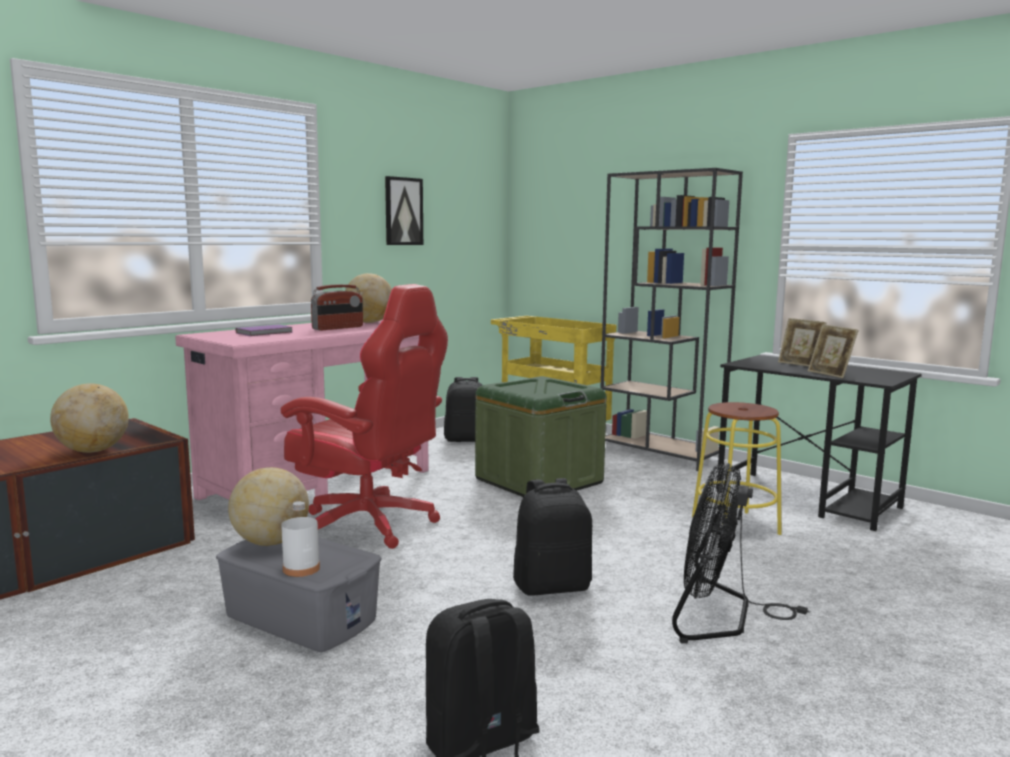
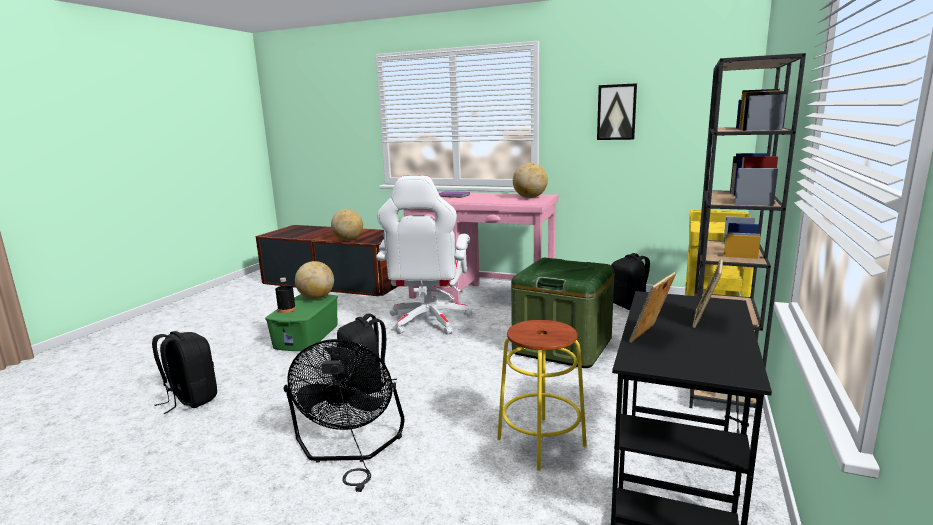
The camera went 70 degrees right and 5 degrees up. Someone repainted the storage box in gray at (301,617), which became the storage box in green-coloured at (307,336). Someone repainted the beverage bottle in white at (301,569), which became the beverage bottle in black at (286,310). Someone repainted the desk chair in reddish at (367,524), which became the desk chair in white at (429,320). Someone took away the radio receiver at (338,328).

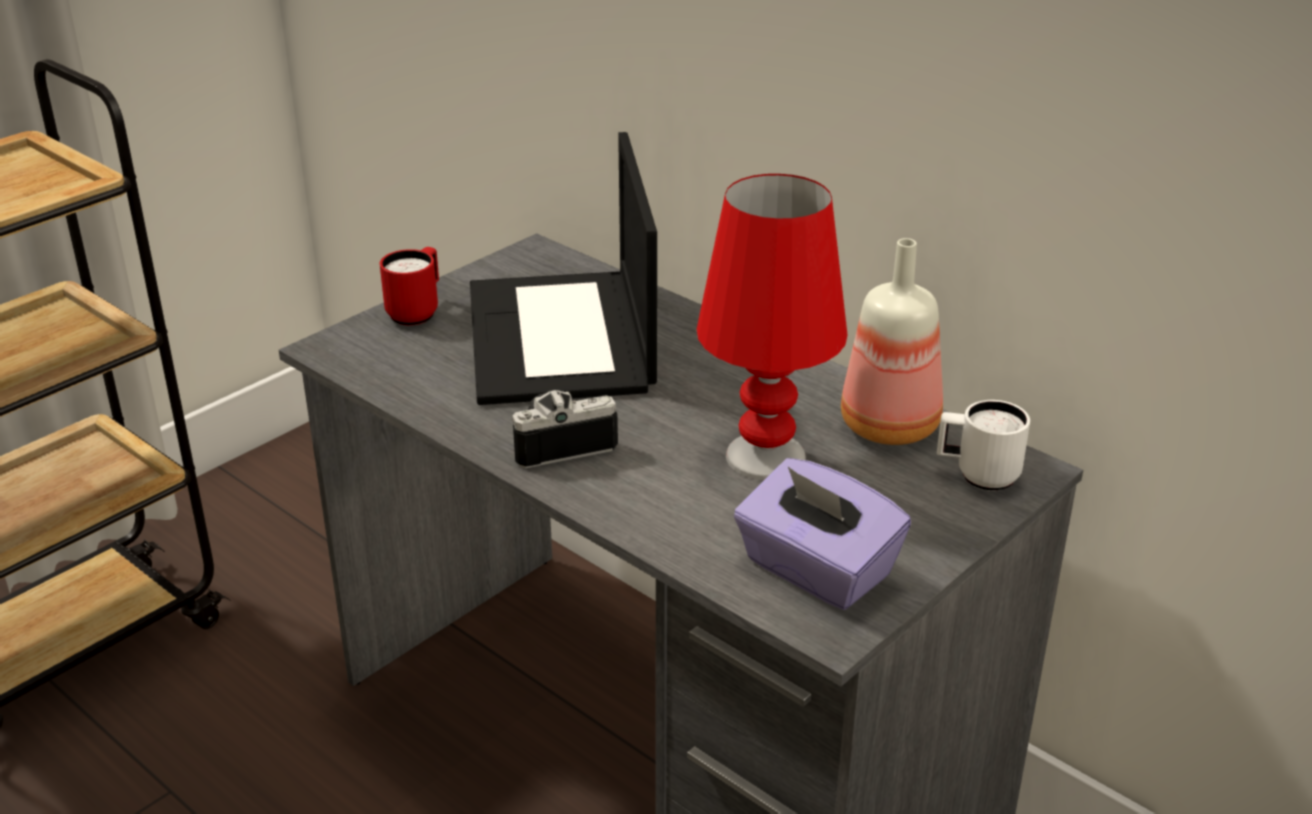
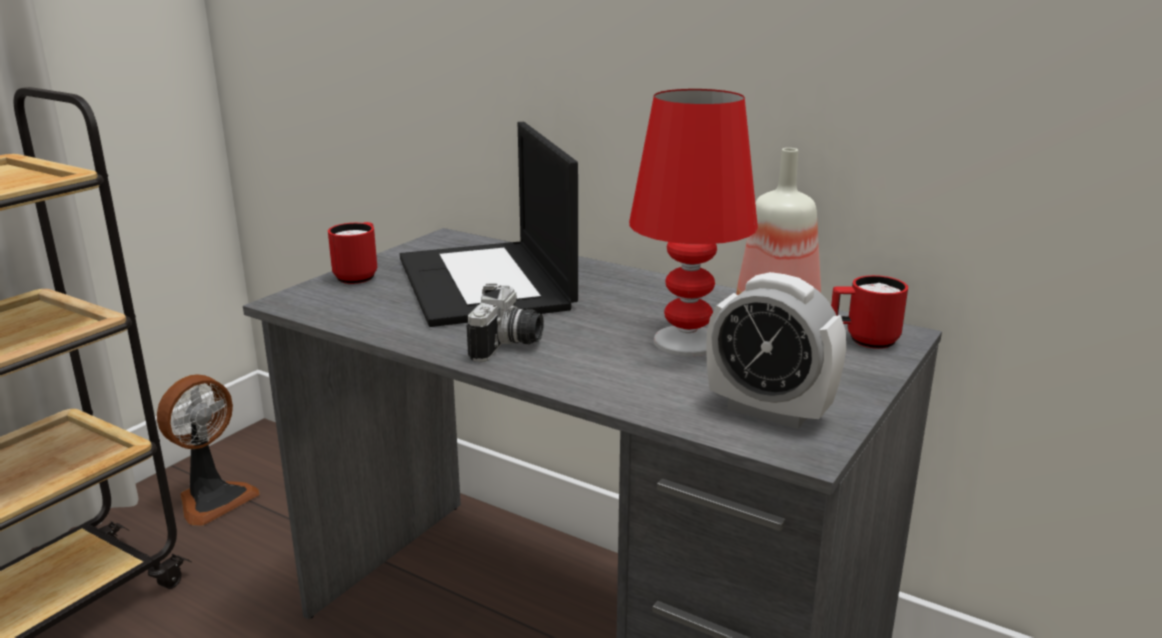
The camera went 10 degrees left and 10 degrees down. Someone put down the electric fan at (213,499). Someone rotated the still camera at (560,443) by 135 degrees clockwise. Someone swapped the box of tissues in purple-coloured at (816,571) for the alarm clock at (769,411). Someone repainted the tea mug in white at (977,476), which became the tea mug in reddish at (863,340).

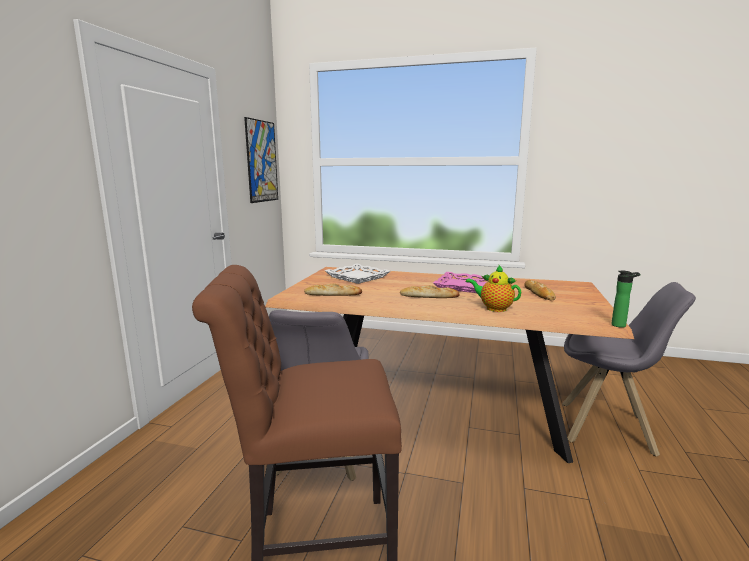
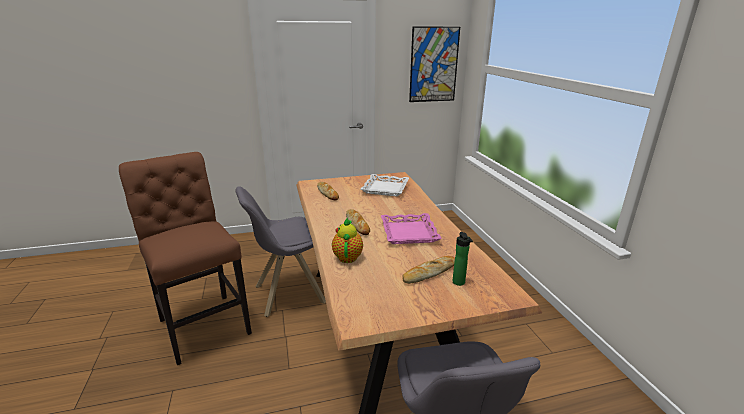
The camera went 60 degrees right and 10 degrees up. Someone carried the beverage bottle from (621,325) to (459,283).

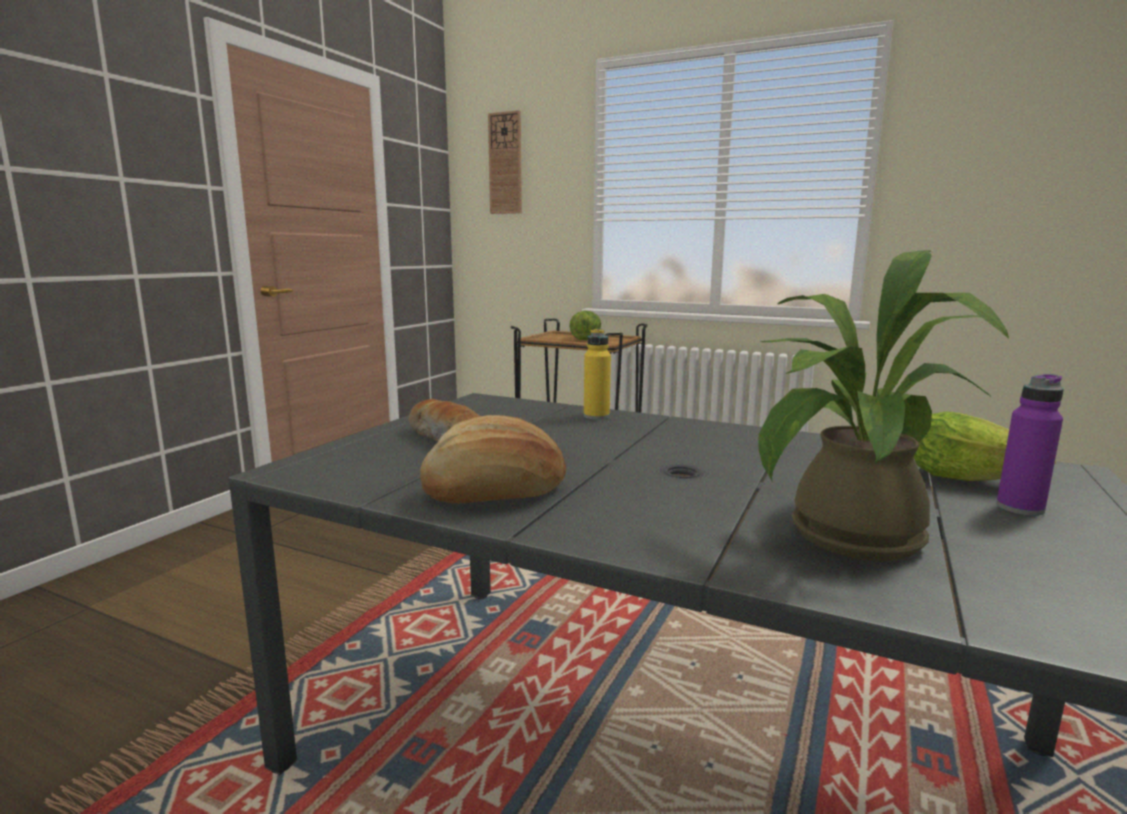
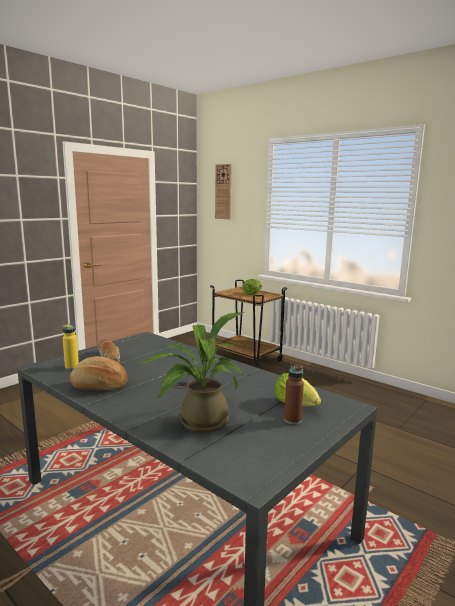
The camera went 15 degrees right and 0 degrees up. Someone carried the beverage bottle in yellow from (596,416) to (72,367). Someone repainted the beverage bottle in purple-coloured at (1020,508), which became the beverage bottle in brownish at (292,420).

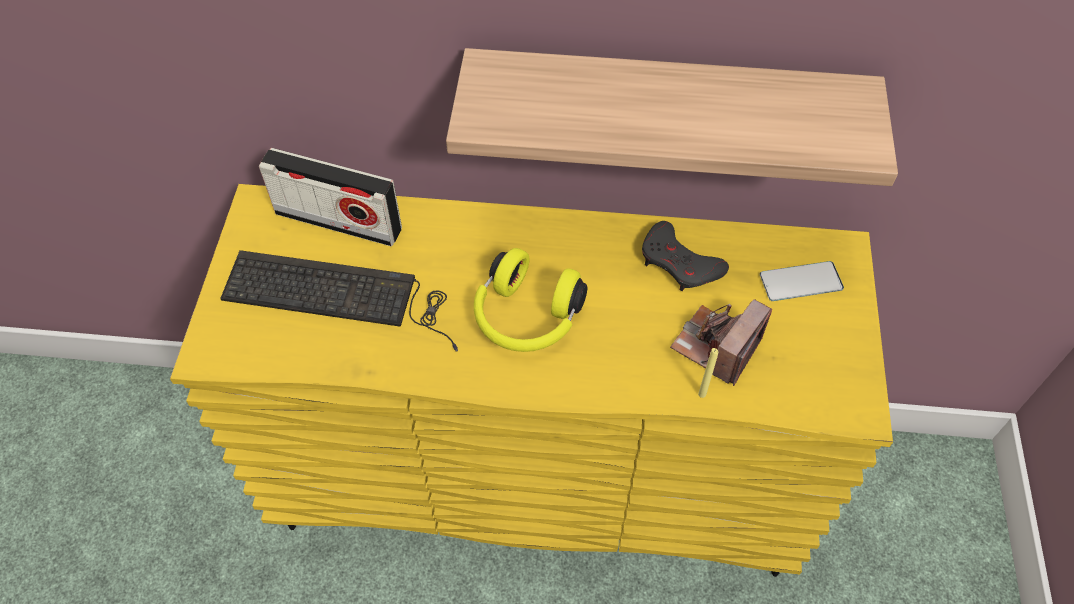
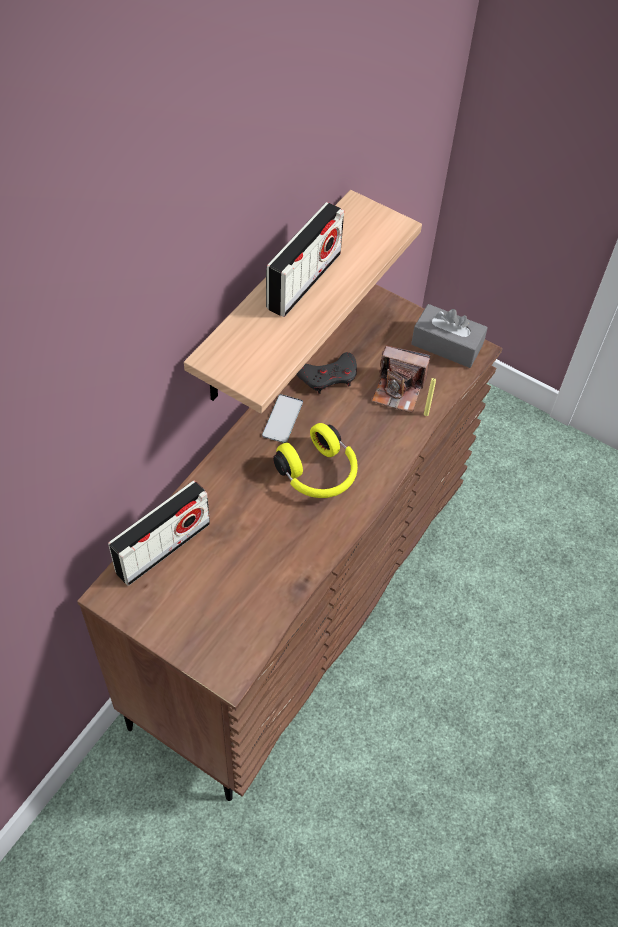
The camera went 65 degrees left and 0 degrees up. Someone repainted the drawer chest in yellow at (538,486), which became the drawer chest in brownish at (298,611). Someone carried the handset from (801,281) to (282,419). Someone put down the radio receiver at (304,281). Someone rotated the still camera at (717,346) by 45 degrees counterclockwise. Someone put down the box of tissues in gray at (446,345). Someone took away the keyboard at (341,296).

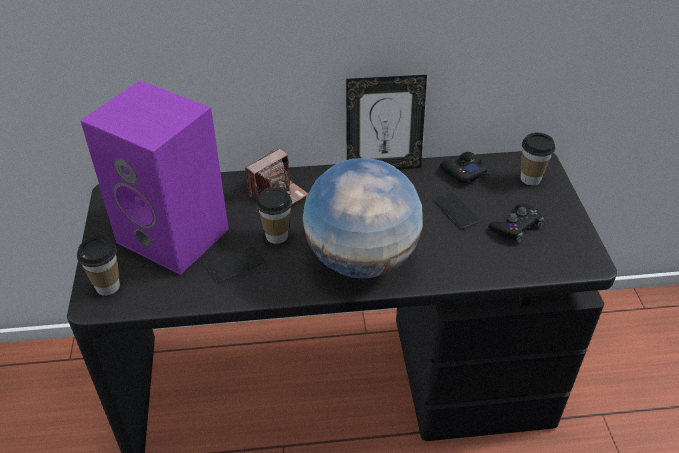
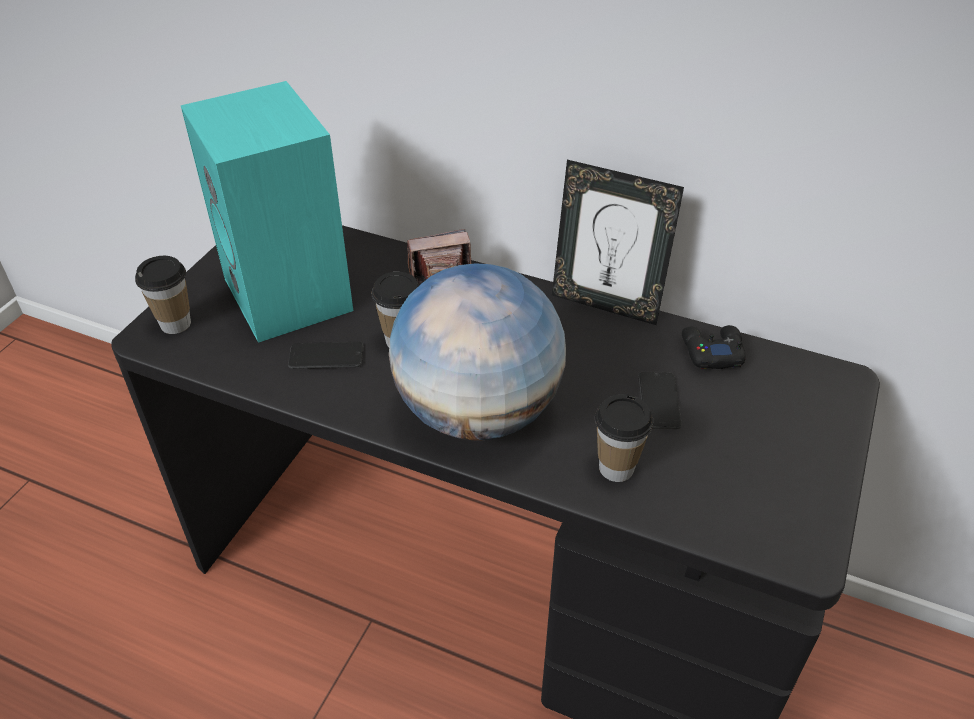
The camera went 30 degrees right and 0 degrees up. Someone repainted the loudspeaker in purple-coloured at (176,235), which became the loudspeaker in blue-green at (291,295). Someone carried the small cup from (530,179) to (616,468). Someone took away the joypad in black at (516,226).

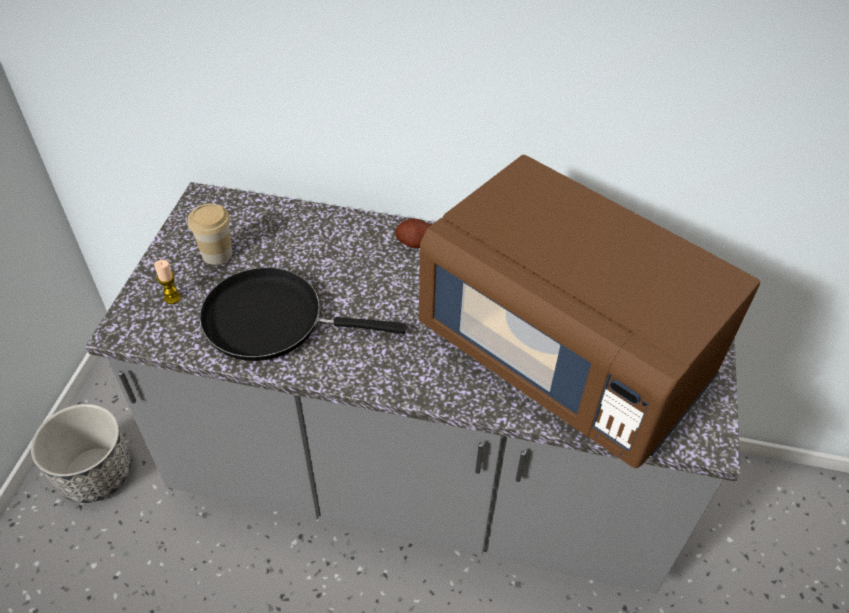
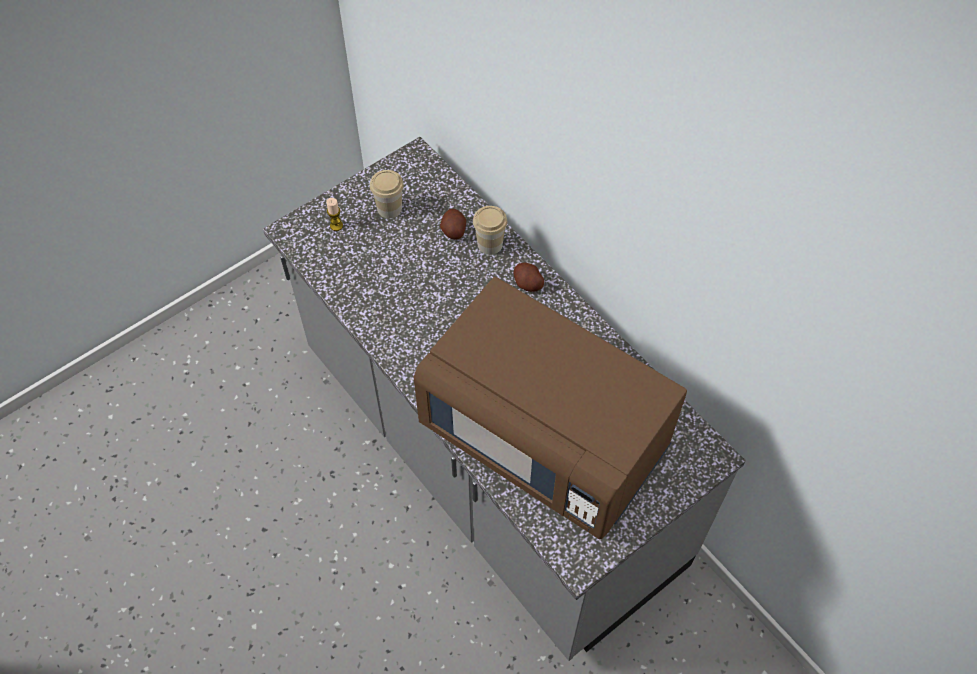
The camera went 40 degrees right and 10 degrees up. Someone rotated the microwave in brownish at (565,356) by 45 degrees counterclockwise. Someone put down the spud at (453,230). Someone put down the small cup at (490,244). Someone took away the planter at (96,473). Someone took away the skillet in black at (272,320).

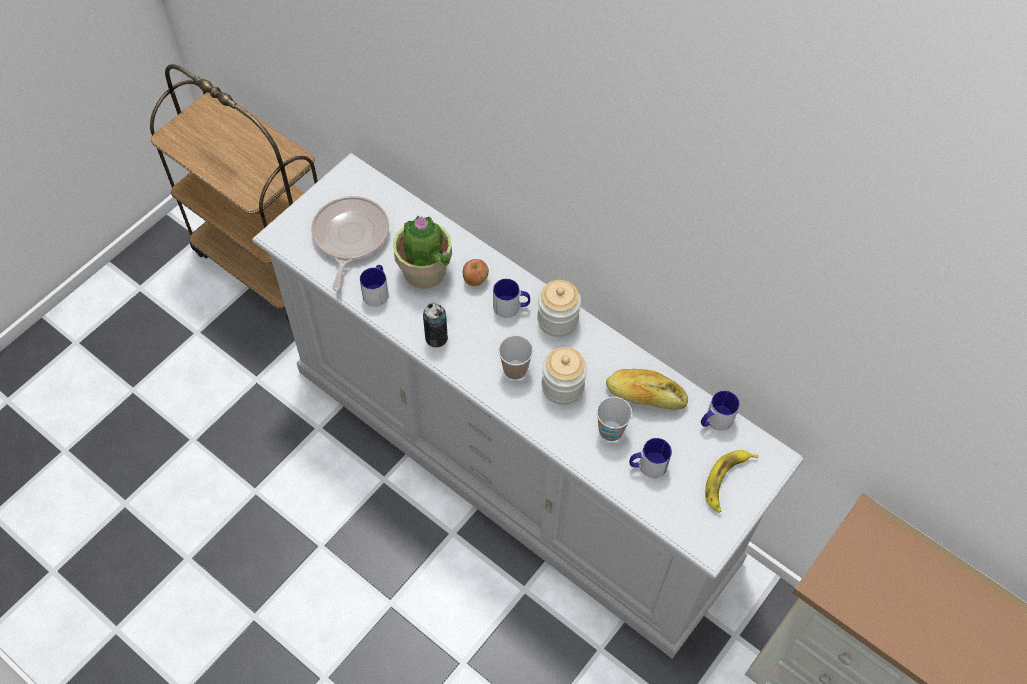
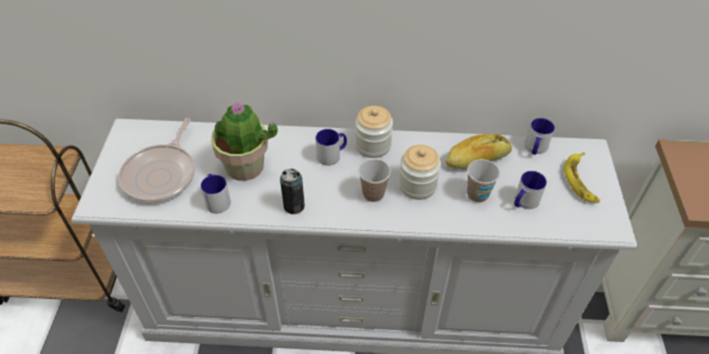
The camera went 35 degrees left and 10 degrees down. Someone rotated the skillet at (349,238) by 135 degrees counterclockwise. Someone took away the whole apple at (475,280).

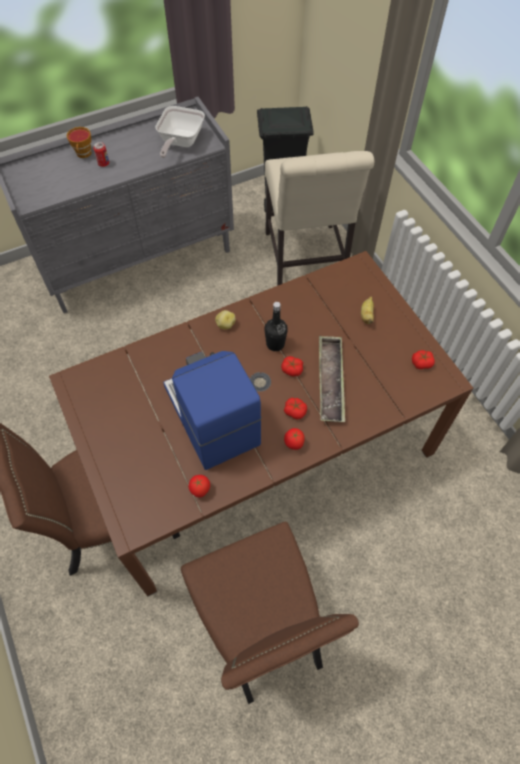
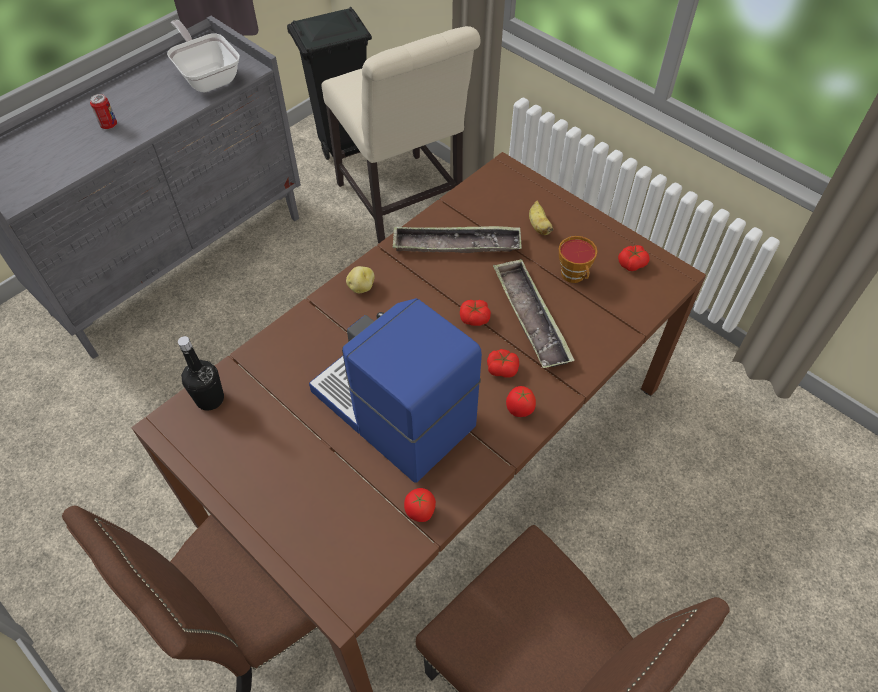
The camera went 20 degrees left and 5 degrees down. Someone rotated the skillet at (180,143) by 150 degrees clockwise. Someone carried the beverage bottle in black from (275,344) to (210,399). Someone put down the serving tray at (456,245). Someone carried the small cup from (84,154) to (574,276).

